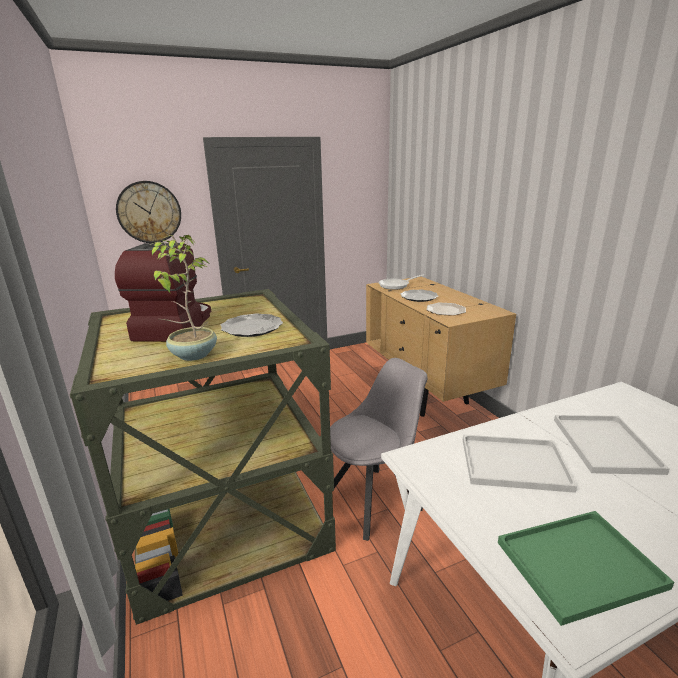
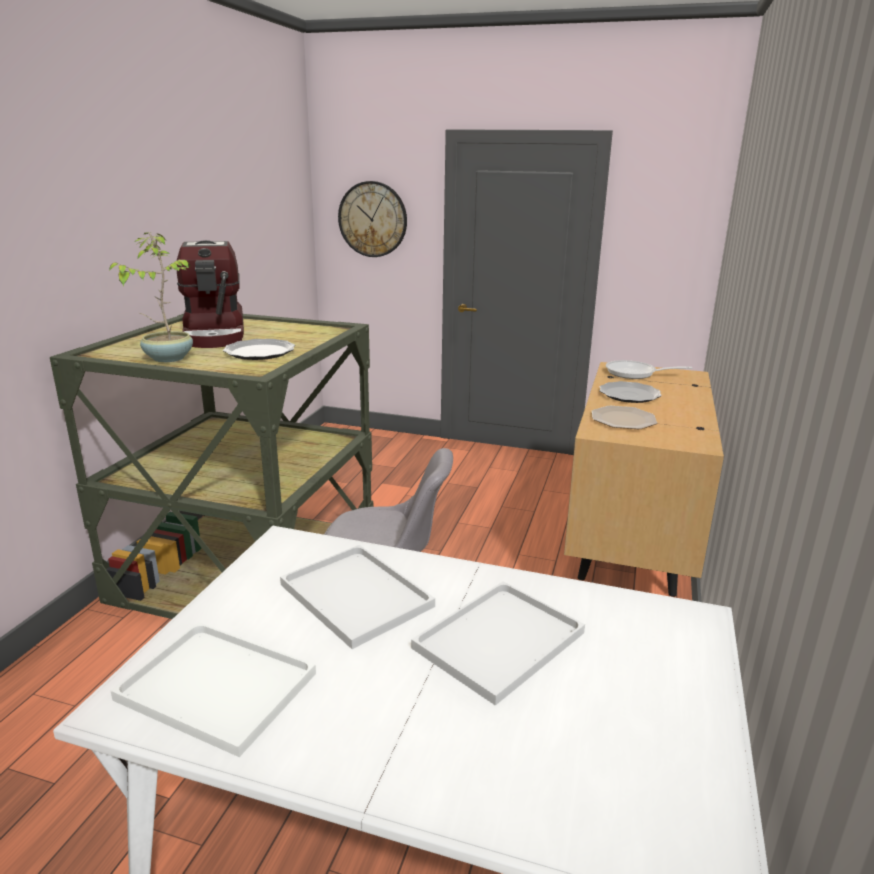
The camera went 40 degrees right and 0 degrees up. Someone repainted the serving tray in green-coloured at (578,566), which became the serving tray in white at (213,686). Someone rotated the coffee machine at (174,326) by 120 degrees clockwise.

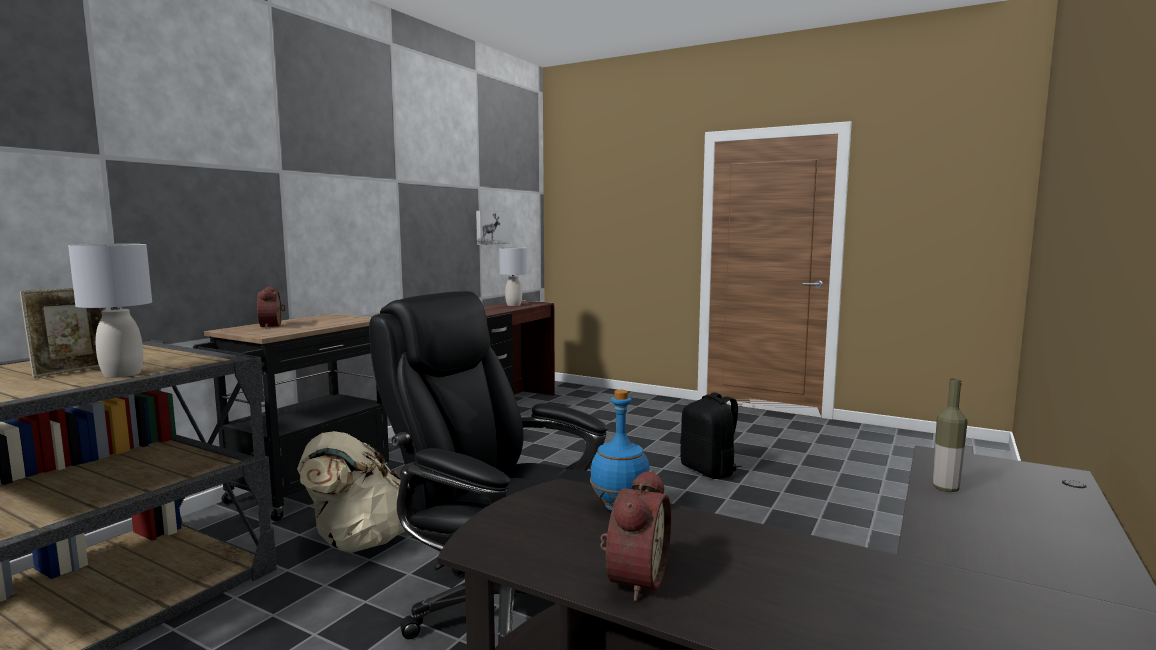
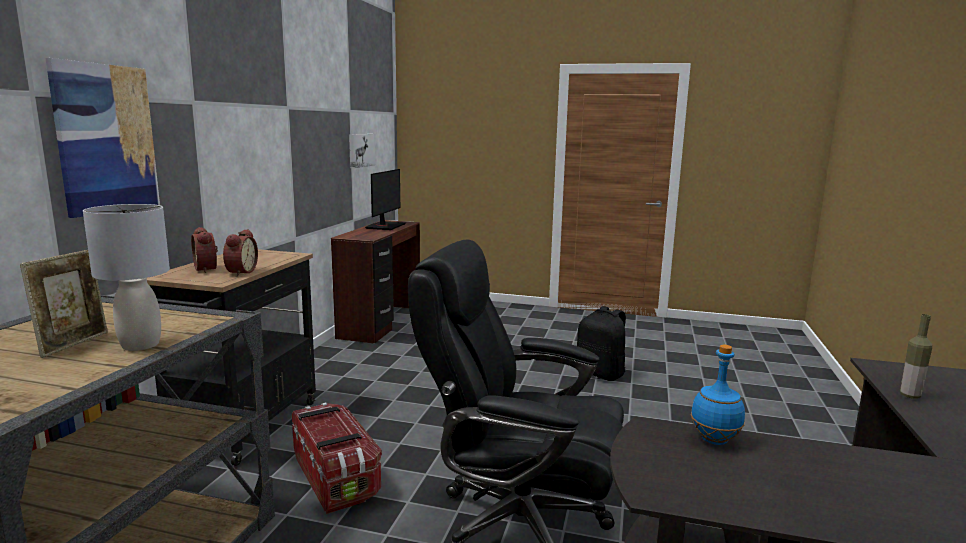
The camera went 15 degrees left and 5 degrees up. Someone put up the wall art at (106,139). Someone carried the alarm clock from (633,579) to (240,272). Someone swapped the knapsack in sand-coloured at (357,542) for the storage box at (335,477). Someone swapped the table lamp in gray at (513,305) for the computer display at (385,226).

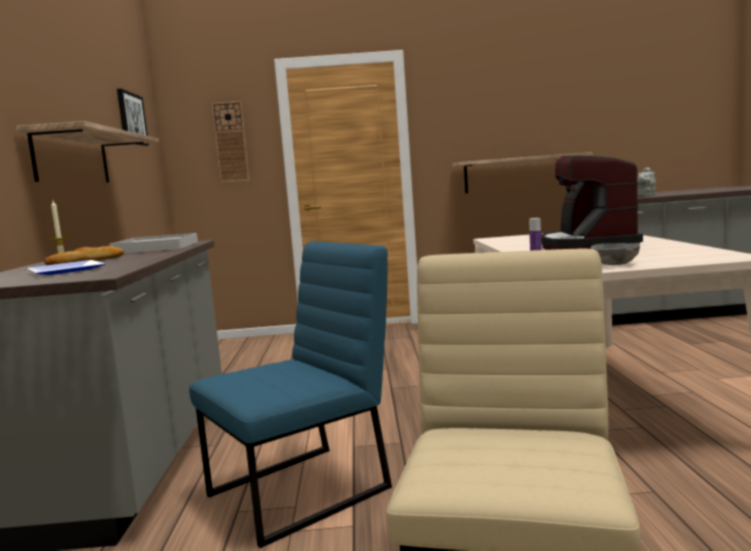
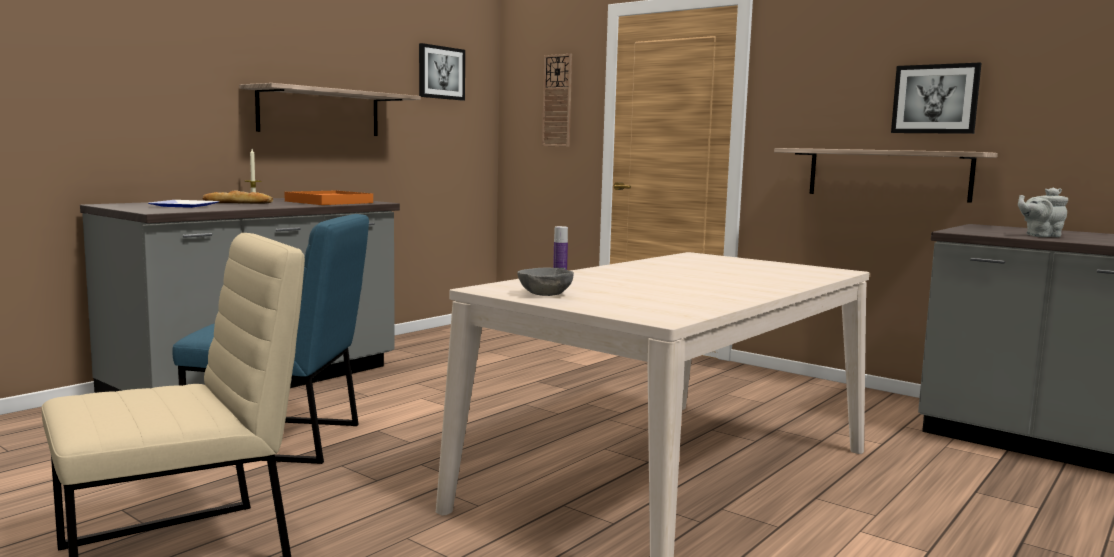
The camera went 40 degrees right and 0 degrees up. Someone repainted the serving tray in white at (156,248), which became the serving tray in orange at (328,202). Someone put up the wall art at (935,99). Someone took away the coffee machine at (587,246).

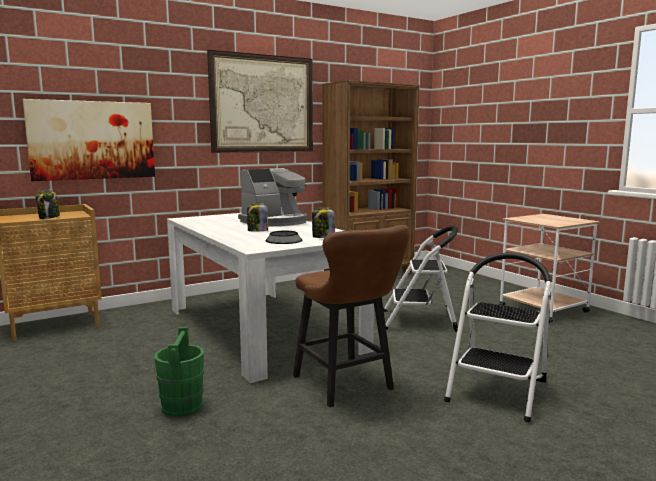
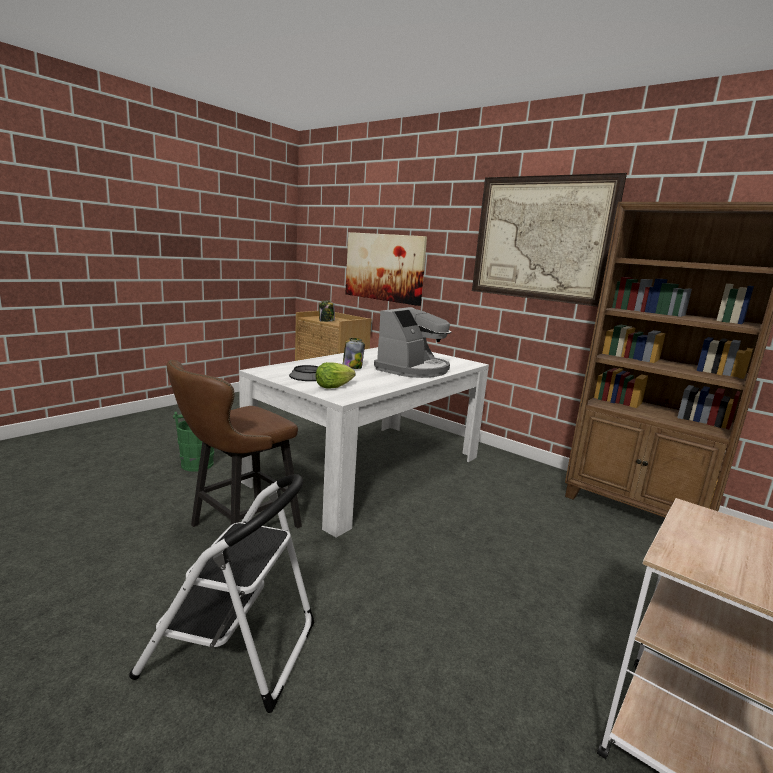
The camera went 70 degrees right and 5 degrees up. Someone swapped the jar at (323,237) for the lettuce at (333,387). Someone rotated the coffee machine at (275,222) by 90 degrees counterclockwise. Someone took away the stepladder at (421,321).

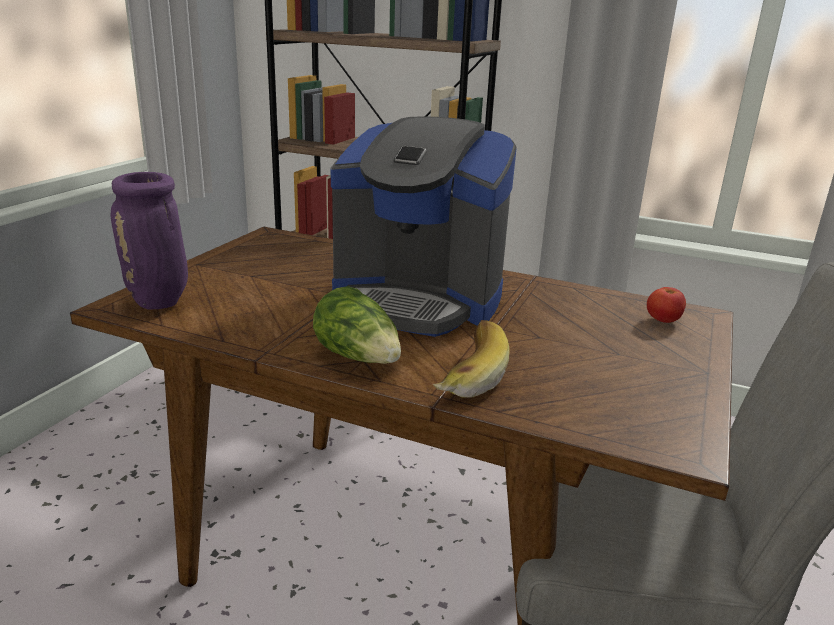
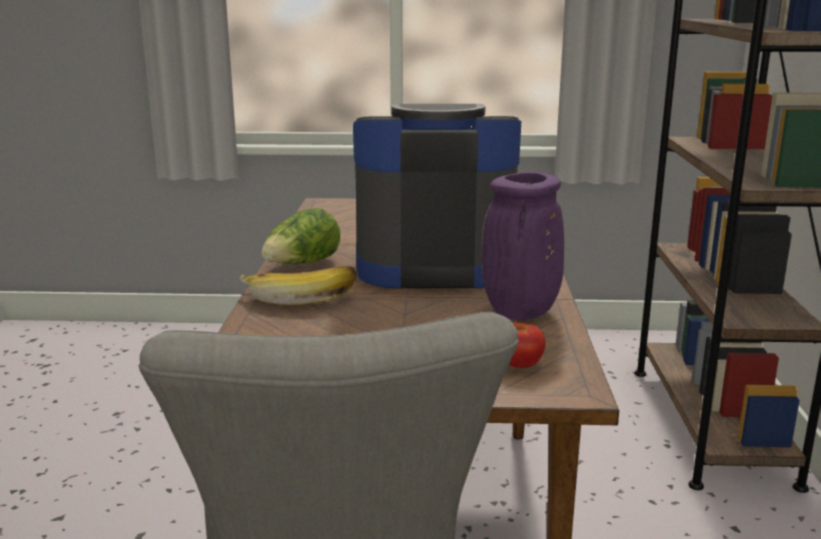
The camera went 70 degrees right and 5 degrees down. Someone rotated the coffee machine at (418,300) by 90 degrees clockwise. Someone carried the vase in purple-coloured from (160,302) to (520,313).

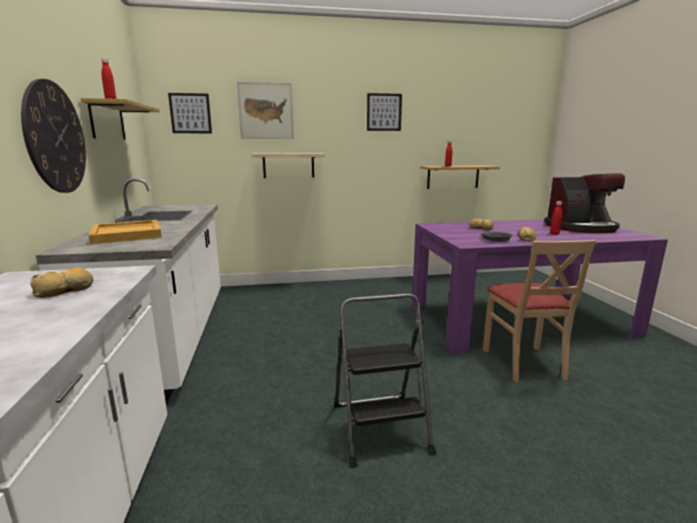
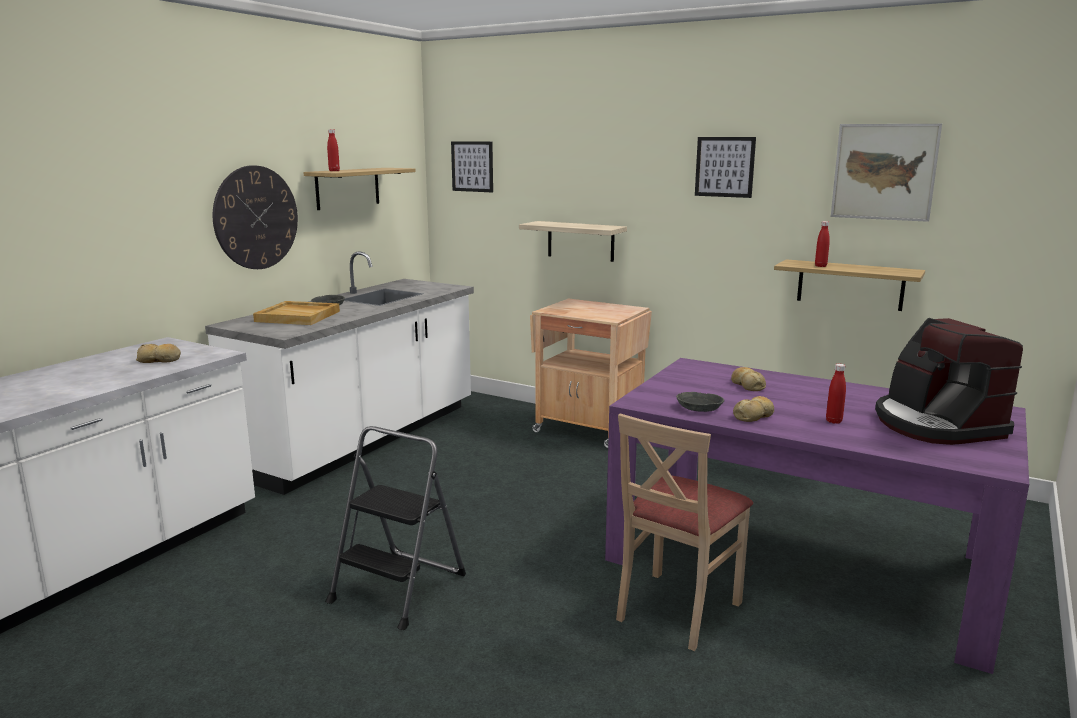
The camera went 40 degrees right and 0 degrees up. Someone put down the cart in brownish at (589,429). Someone carried the wall art from (266,111) to (884,172). Someone rotated the coffee machine at (581,228) by 45 degrees clockwise.

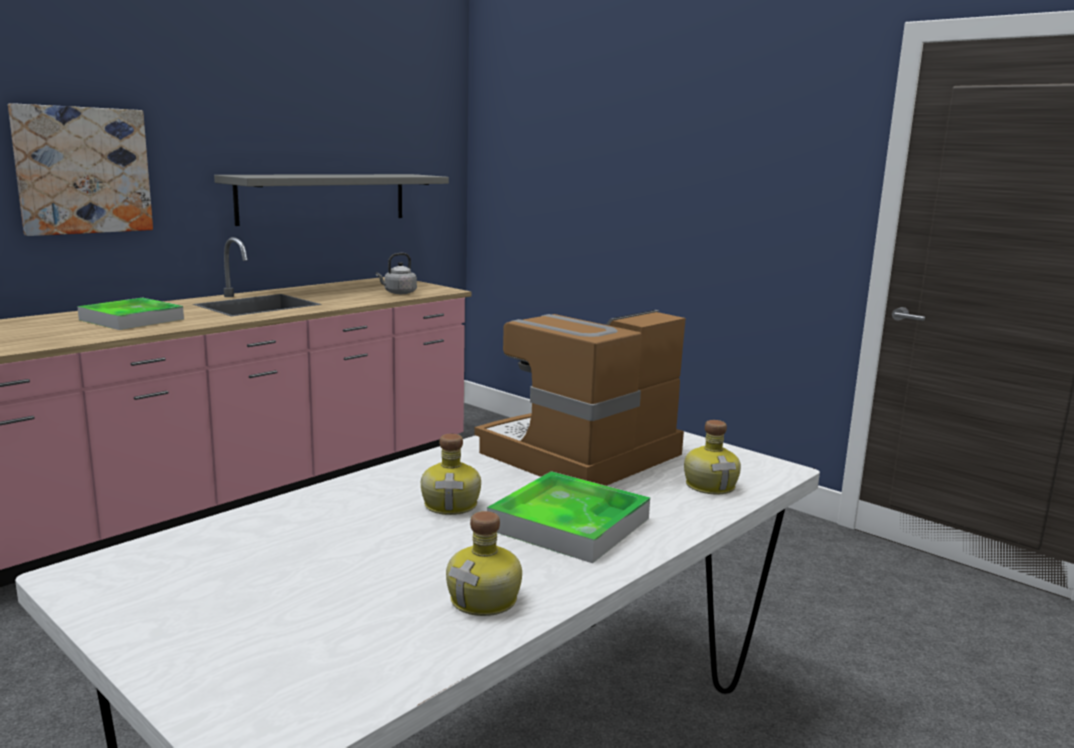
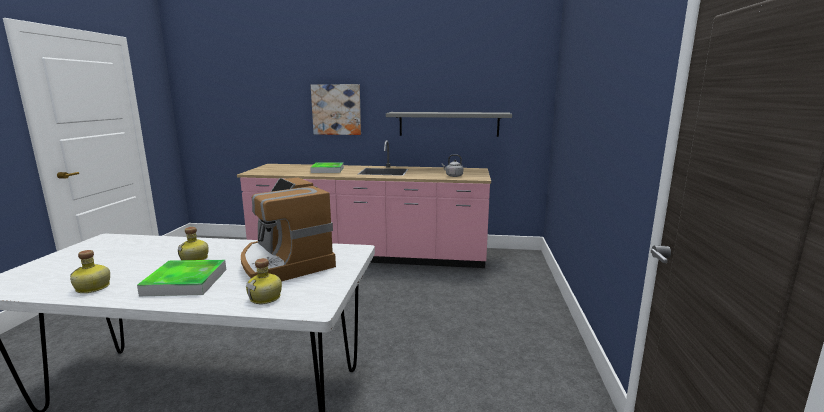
The camera went 55 degrees right and 0 degrees up. Someone rotated the coffee machine at (580,455) by 135 degrees counterclockwise.

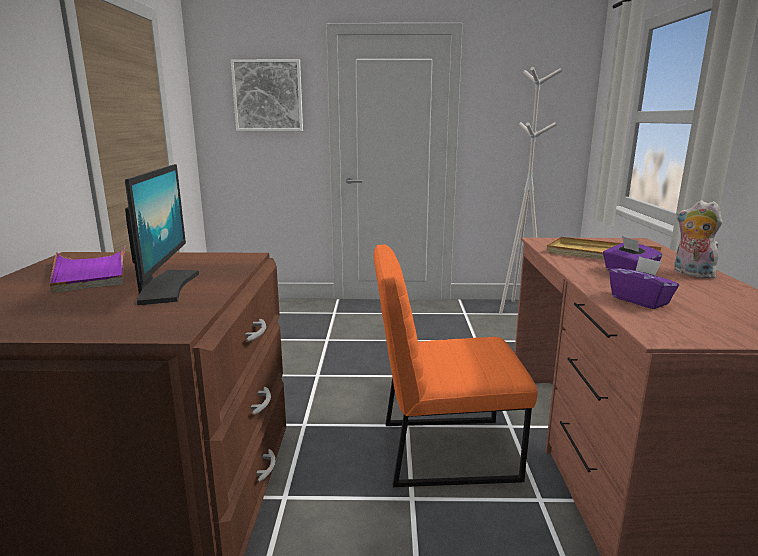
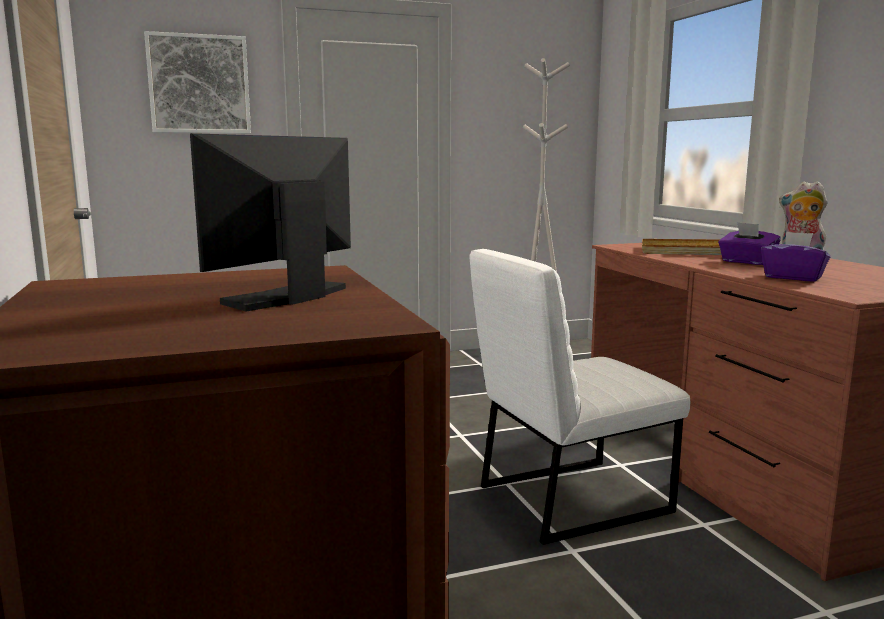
The camera went 20 degrees left and 5 degrees down. Someone rotated the computer display at (166,287) by 120 degrees counterclockwise. Someone repainted the chair in orange at (443,450), which became the chair in white at (568,499). Someone took away the serving tray in purple-coloured at (91,273).

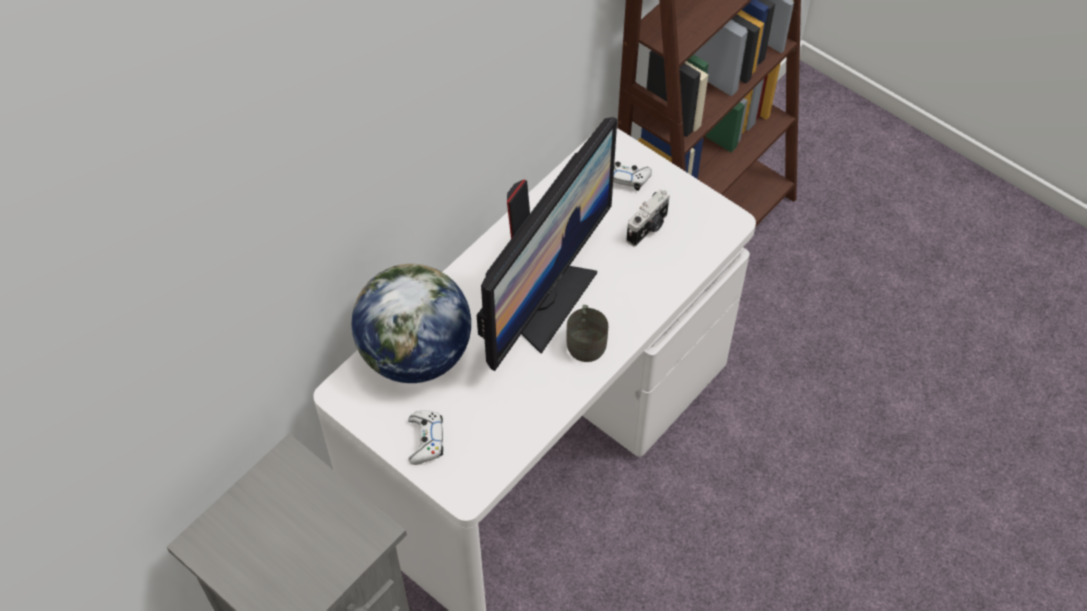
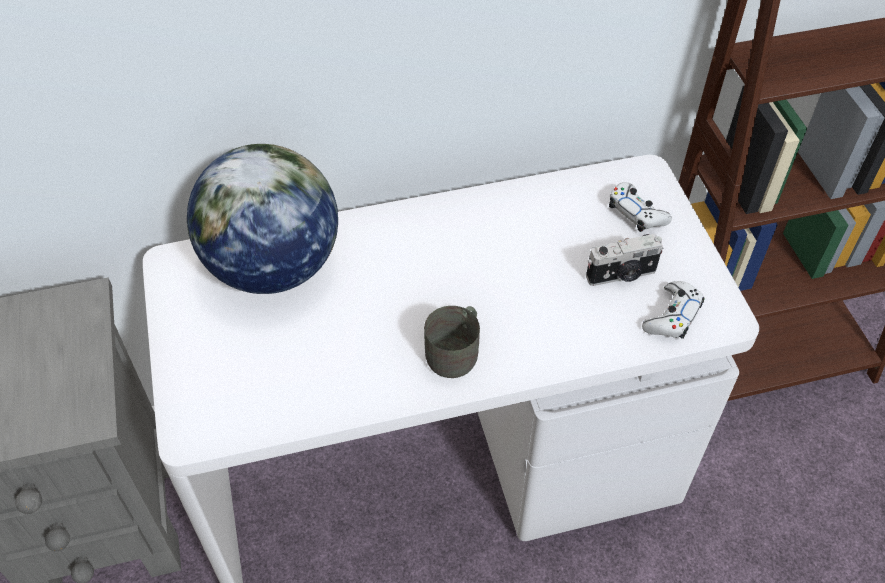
The camera went 35 degrees right and 5 degrees down. Someone carried the joypad in white from (426,440) to (672,316). Someone took away the computer display at (545,300).

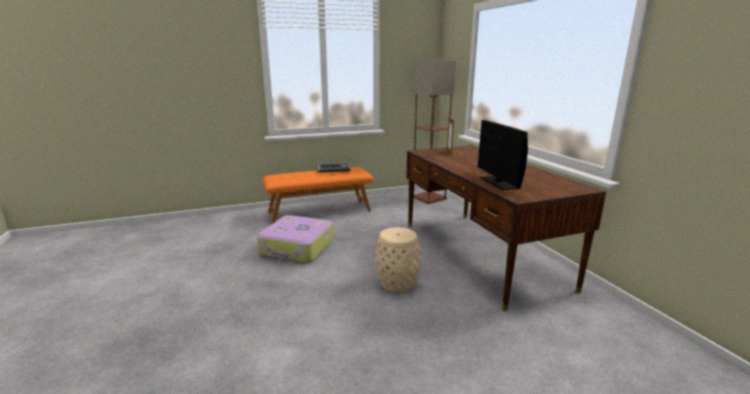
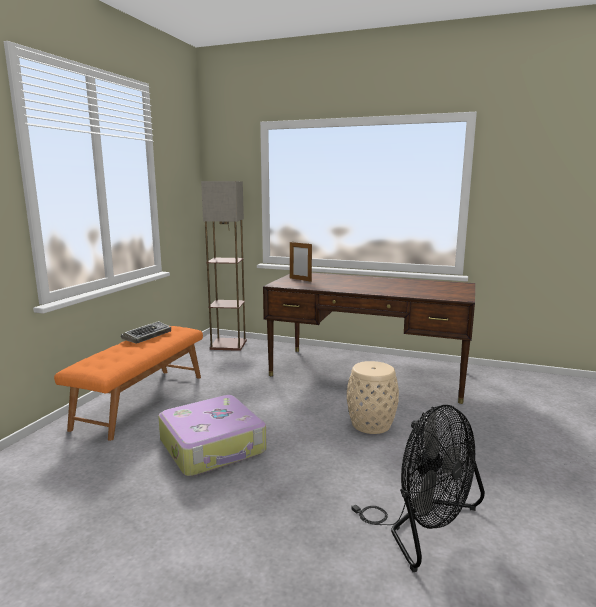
The camera went 50 degrees left and 5 degrees down. Someone put down the electric fan in black at (421,527). Someone took away the computer display at (499,183).

